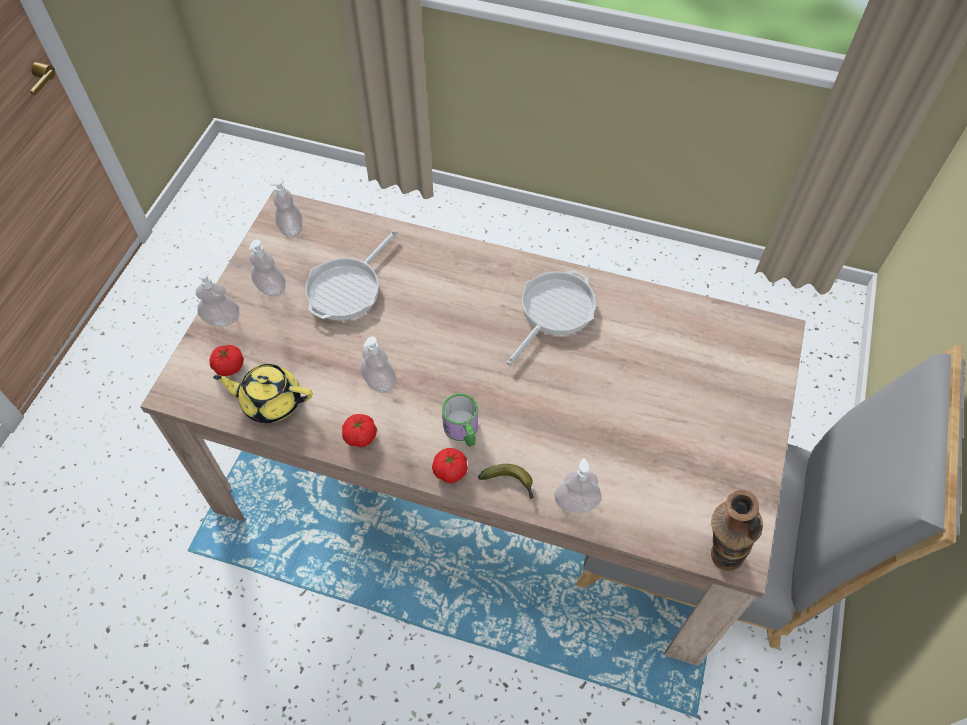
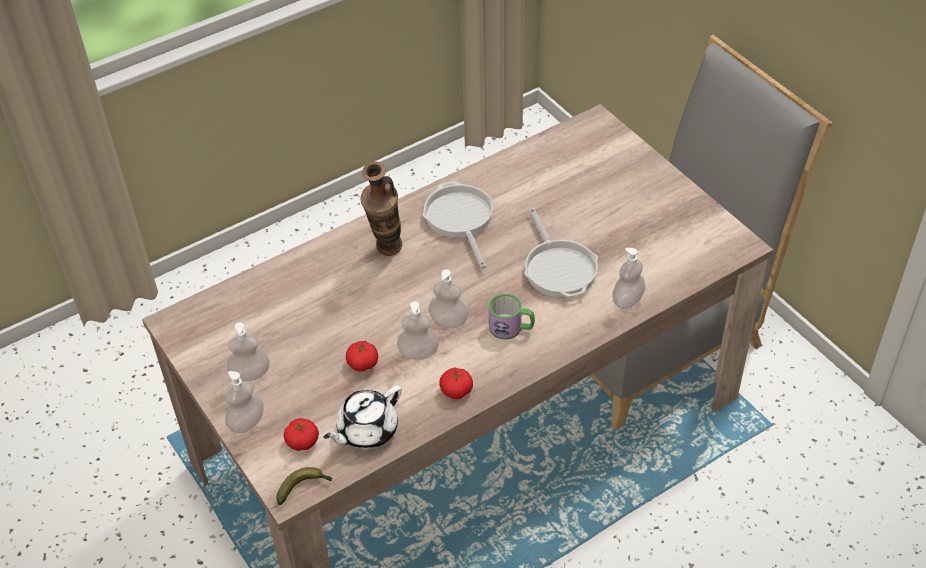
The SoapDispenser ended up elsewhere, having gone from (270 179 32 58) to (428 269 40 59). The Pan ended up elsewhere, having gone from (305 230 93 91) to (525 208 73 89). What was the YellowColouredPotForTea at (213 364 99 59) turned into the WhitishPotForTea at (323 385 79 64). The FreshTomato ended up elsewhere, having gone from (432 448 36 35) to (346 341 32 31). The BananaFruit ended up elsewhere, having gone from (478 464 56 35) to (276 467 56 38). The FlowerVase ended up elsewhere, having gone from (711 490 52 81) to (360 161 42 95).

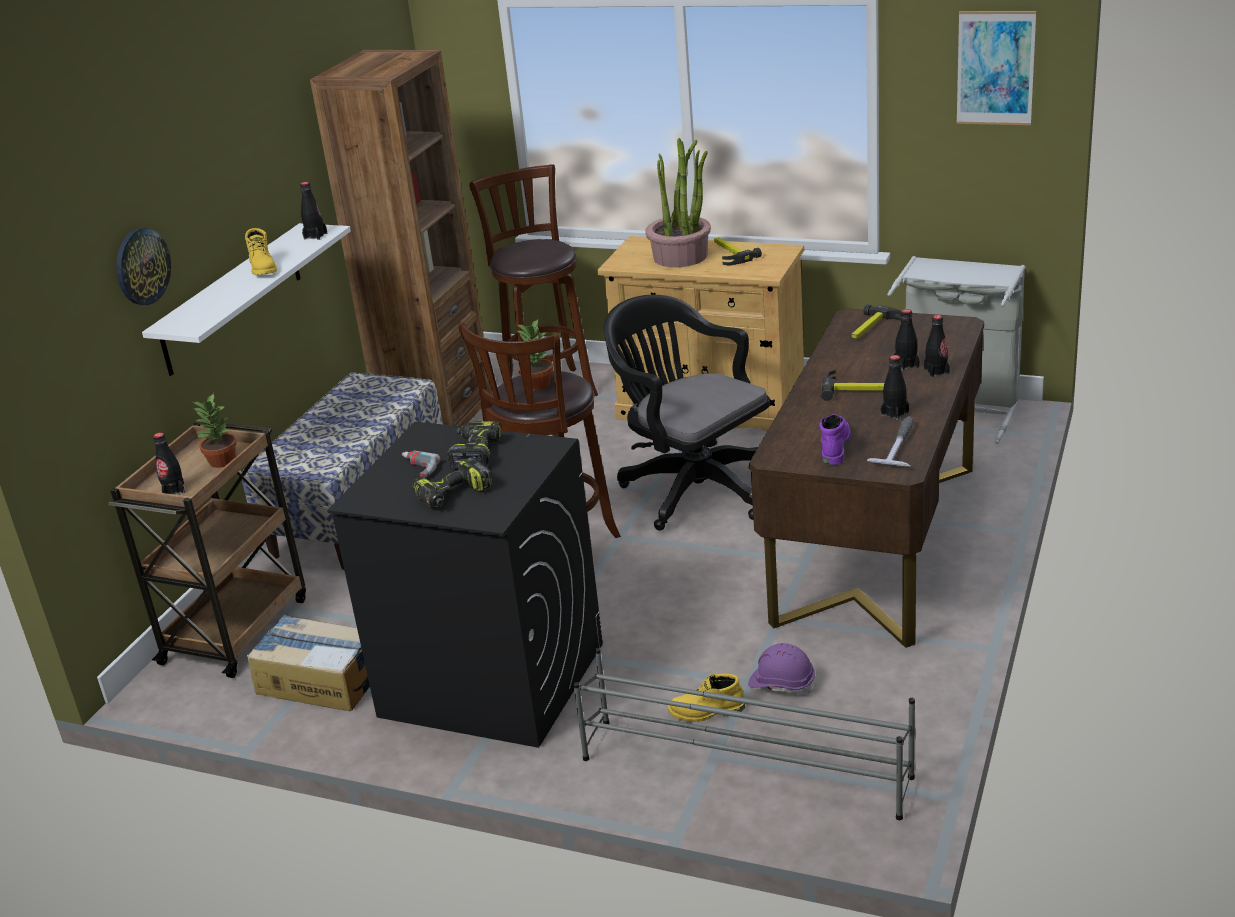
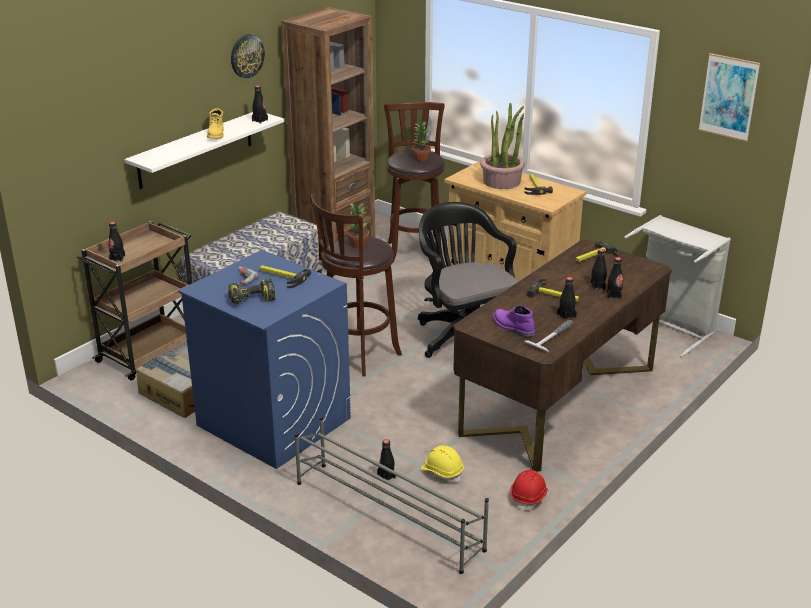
The ClockOnTheWall ended up elsewhere, having gone from (116 228 55 77) to (231 34 34 44). The PlantInAPot ended up elsewhere, having gone from (192 393 45 75) to (412 122 19 39). The PurpleColouredHighTopBoot at (820 414 31 51) ended up facing another way, 75 degrees counterclockwise from before. Where the Drill stood at (447 421 55 48), the HandHammer came to stand at (259 265 52 23). What was the BlackishLaundryMachine at (327 422 276 326) turned into the BluishLaundryMachine at (178 250 173 219). What was the PurpleColouredWorkHelmet at (748 643 68 52) turned into the YellowColouredWorkHelmet at (421 445 43 38). Where the YellowColouredHighTopBoot stood at (668 674 77 48), the BlackishBeverageBottle came to stand at (377 439 19 41). The second view gained the RedColouredWorkHelmet at (511 470 37 42).

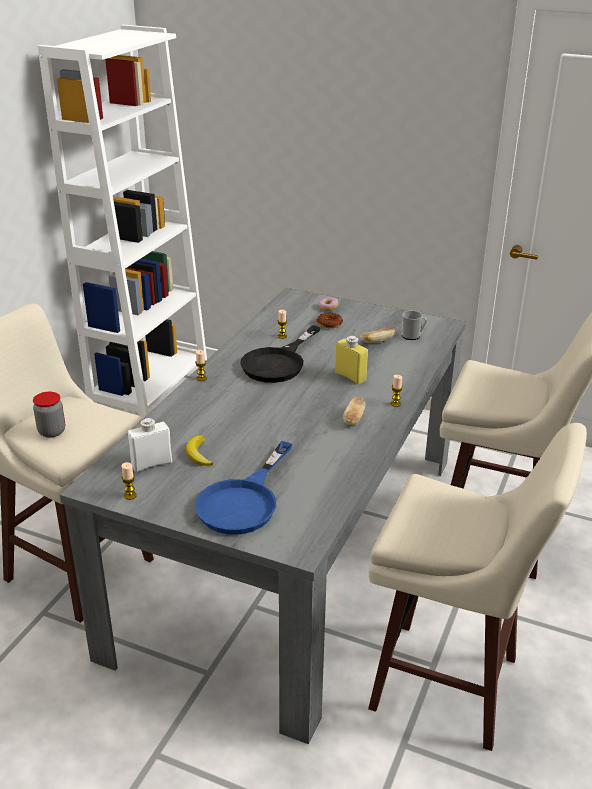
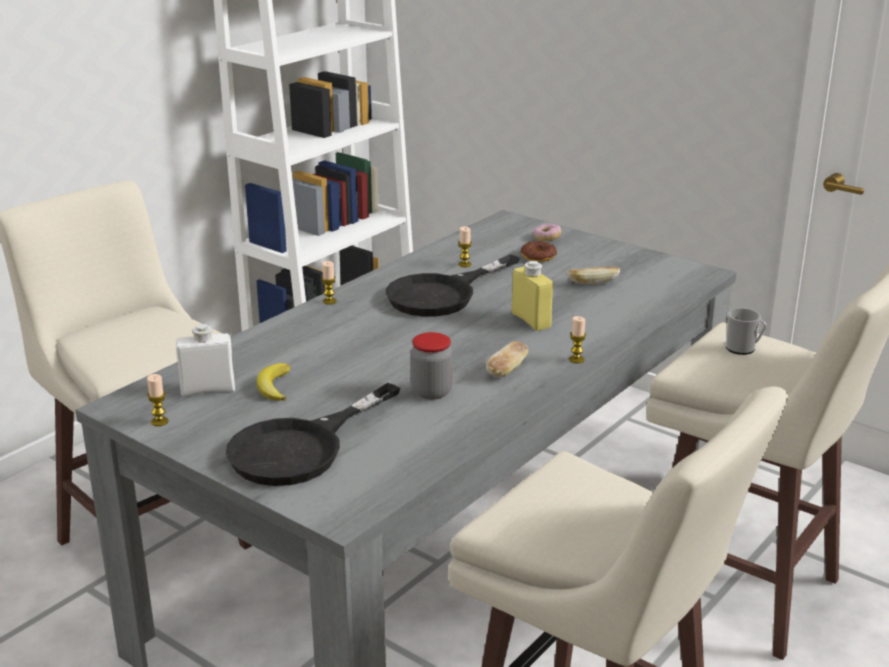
The CoffeeMug ended up elsewhere, having gone from (402 310 25 30) to (725 308 42 47). The PreserveJar ended up elsewhere, having gone from (33 392 32 46) to (411 332 41 68). What was the BluishPan at (195 441 97 94) turned into the BlackishPan at (226 383 174 103).

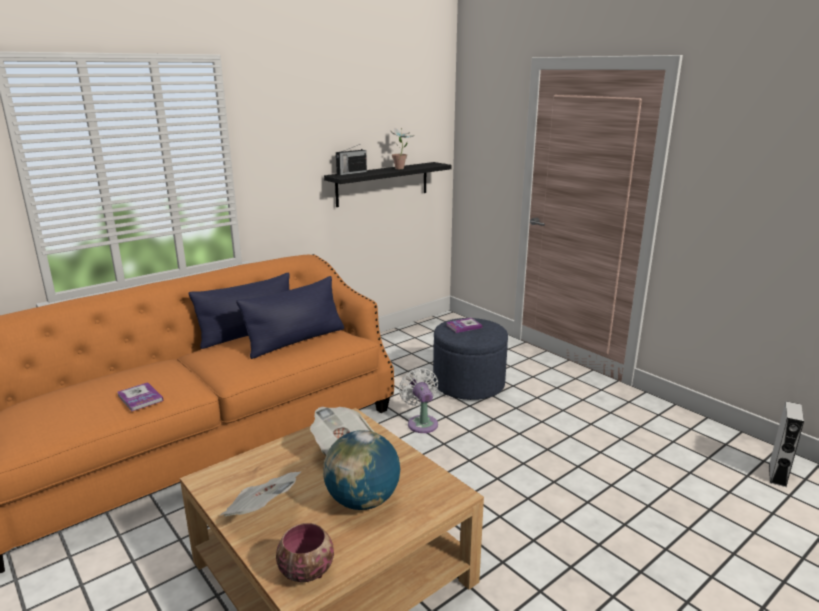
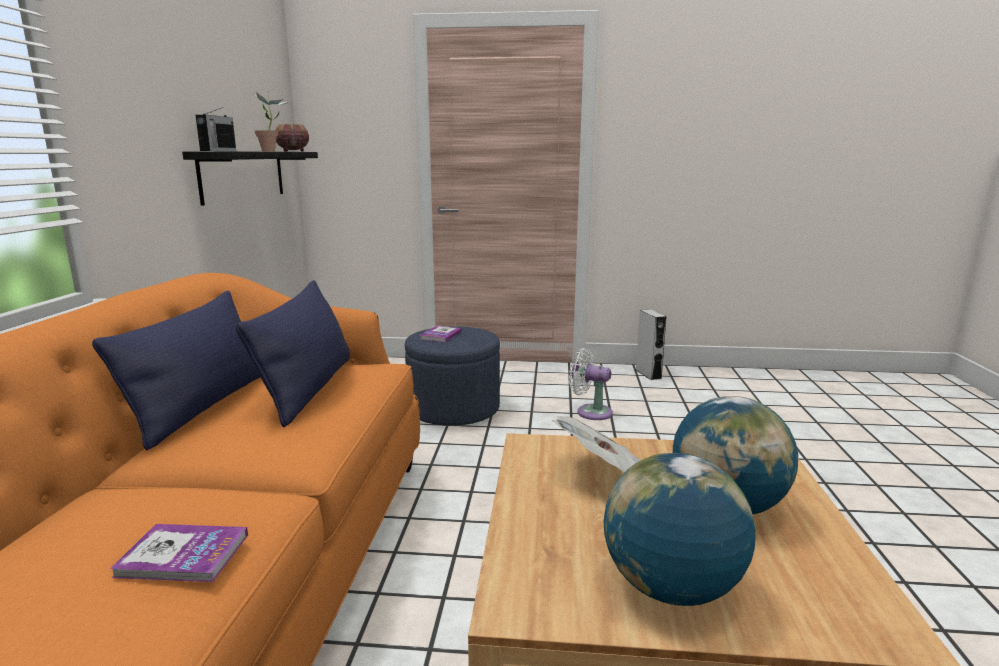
The WhitishFan ended up elsewhere, having gone from (399 368 39 65) to (569 348 44 72). The GreyishSpeaker ended up elsewhere, having gone from (769 401 35 86) to (636 309 30 71). Where the Newspaper stood at (219 471 82 45), the DeskGlobe came to stand at (604 453 152 153). The DeepDish ended up elsewhere, having gone from (276 523 58 59) to (275 124 34 28).

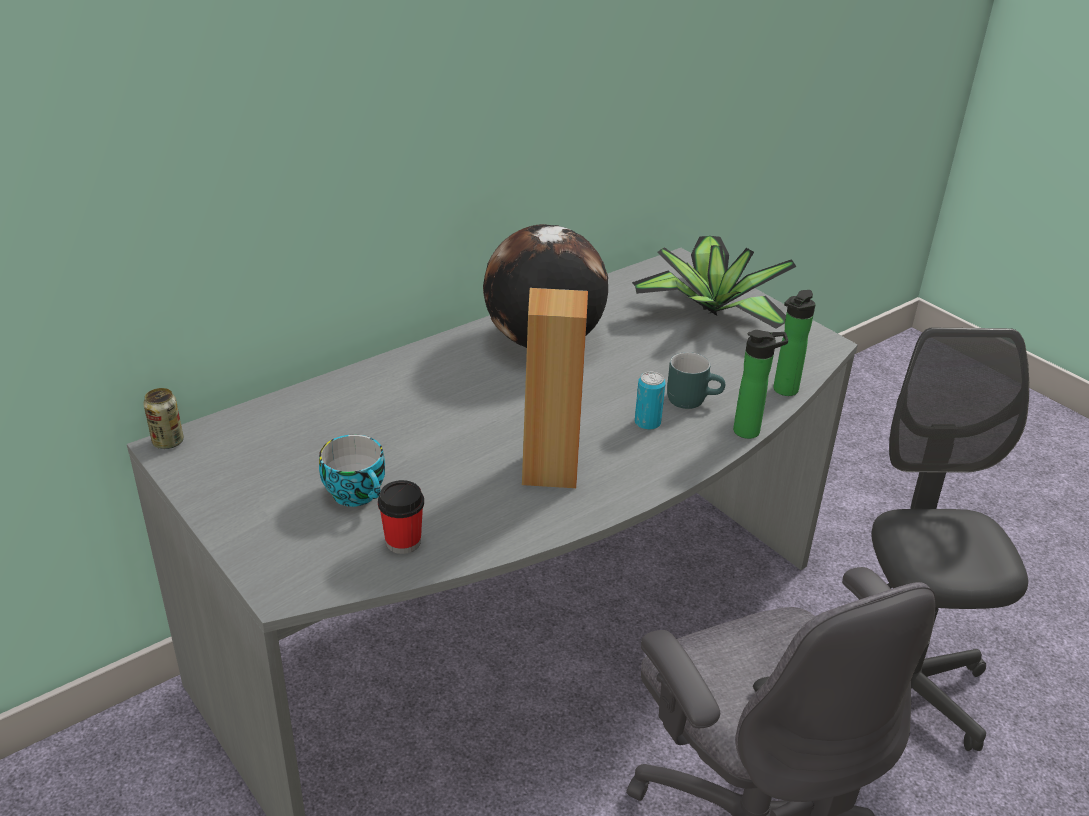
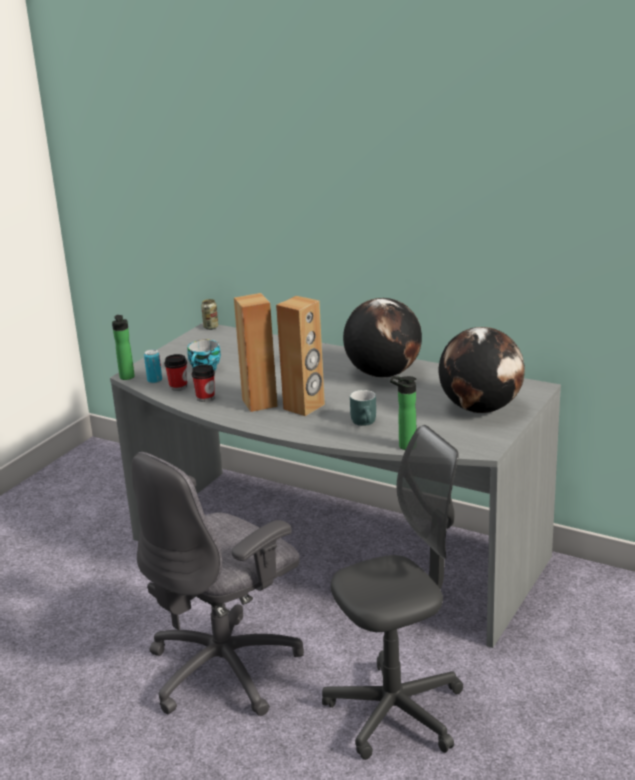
Where the PlantInAPot stood at (632 236 165 93), the DeskGlobe came to stand at (439 327 86 86). The BeverageBottle ended up elsewhere, having gone from (733 330 55 109) to (112 315 23 65). The SealedCan ended up elsewhere, having gone from (635 372 31 58) to (144 349 18 34). The second view gained the BrownishSpeaker at (276 296 49 120). The second view gained the SmallCup at (192 364 23 38).

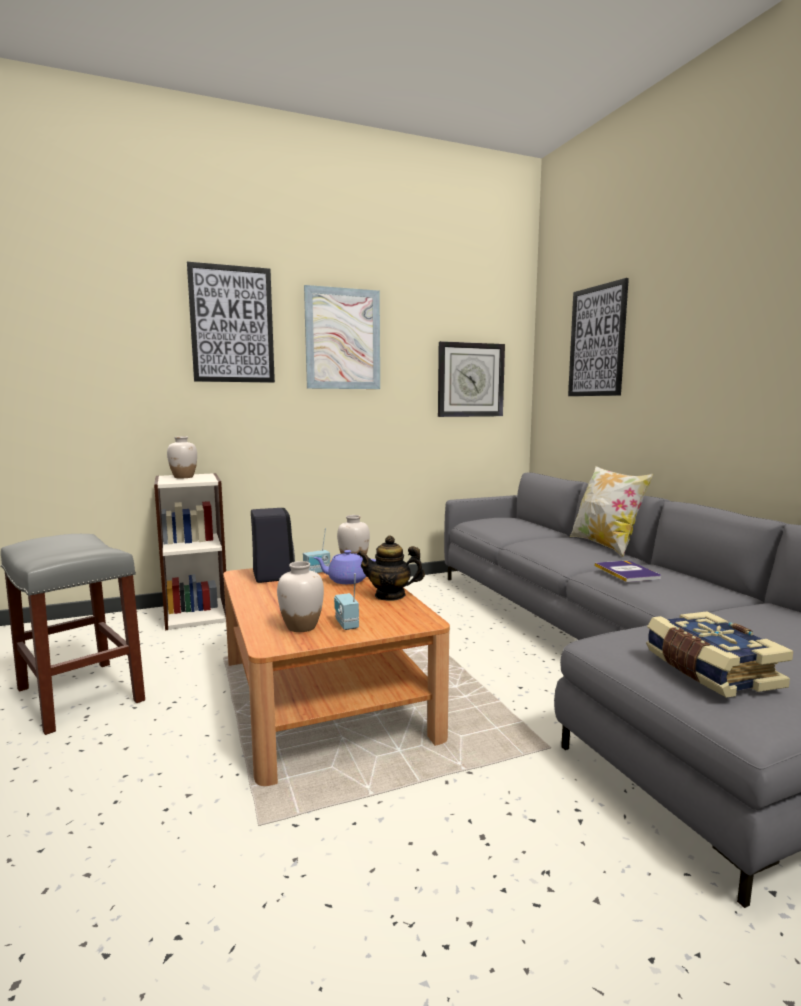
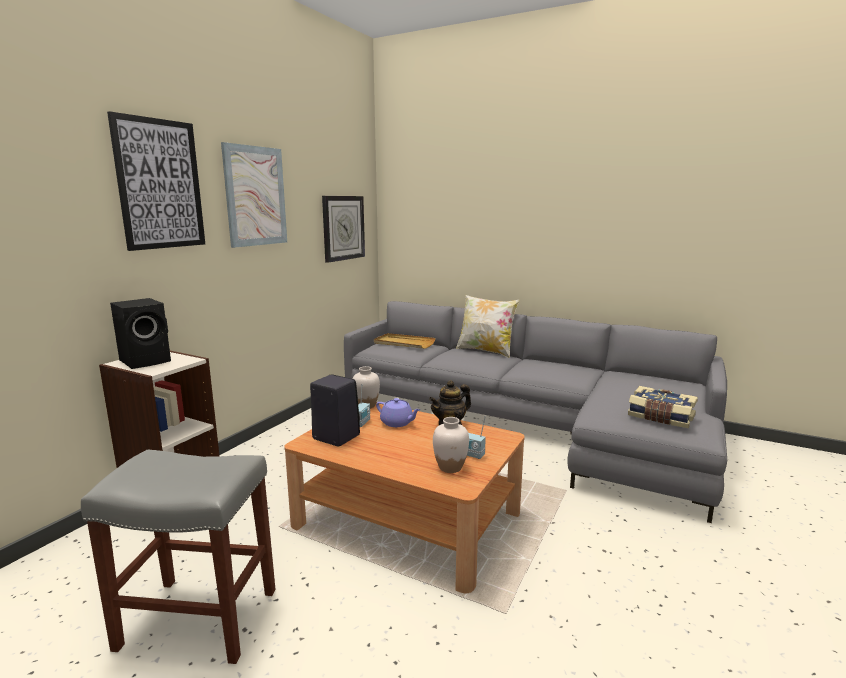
The second view lost the Picture at (568 278 61 118). Where the WhitishFlowerVase stood at (167 436 30 42), the BlackishSpeaker came to stand at (110 298 61 71). The PurpleColouredPotForTea at (313 550 63 34) ended up facing another way, 105 degrees counterclockwise from before. The second view lost the Book at (595 561 66 21). The second view gained the BeigeColouredCarryingTray at (374 333 62 16).

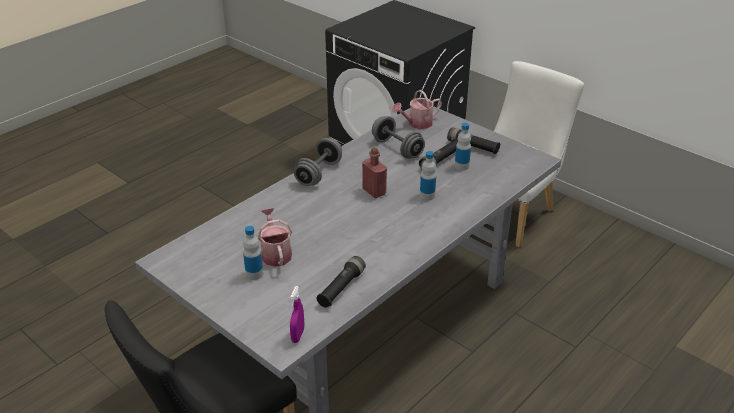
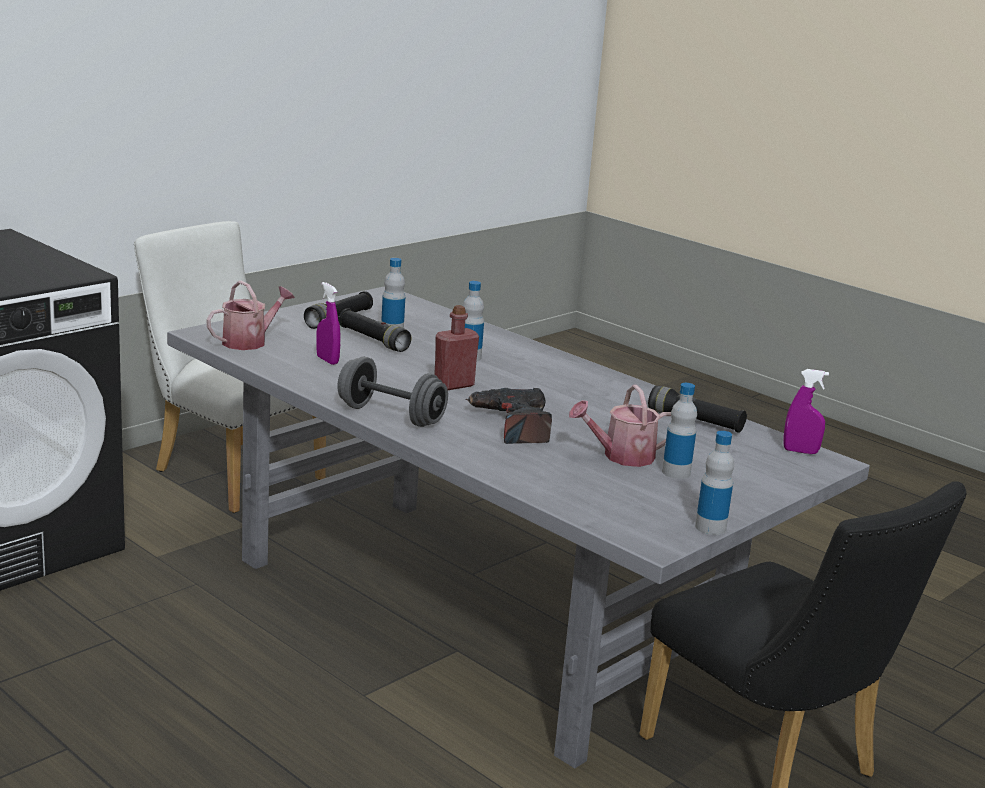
The SprinklingCan at (392 90 50 39) ended up facing another way, 105 degrees counterclockwise from before. Where the GreyishHandWeight stood at (372 116 53 43), the PurpleColouredSprayBottle came to stand at (316 282 25 83). The second view gained the Drill at (466 388 86 56). The second view gained the BeverageBottle at (695 431 39 104).

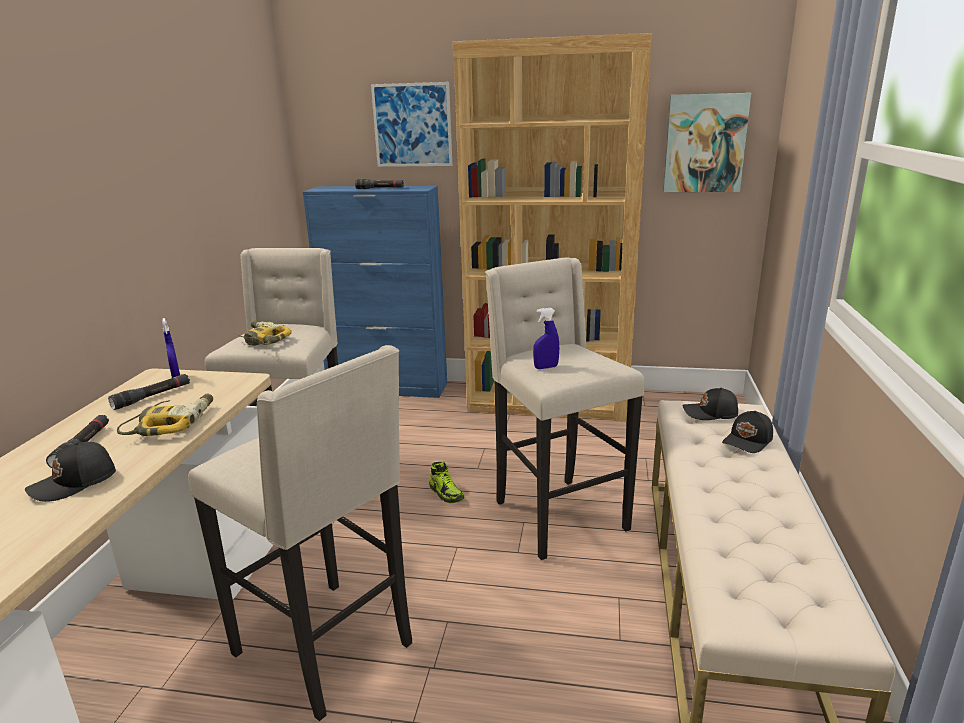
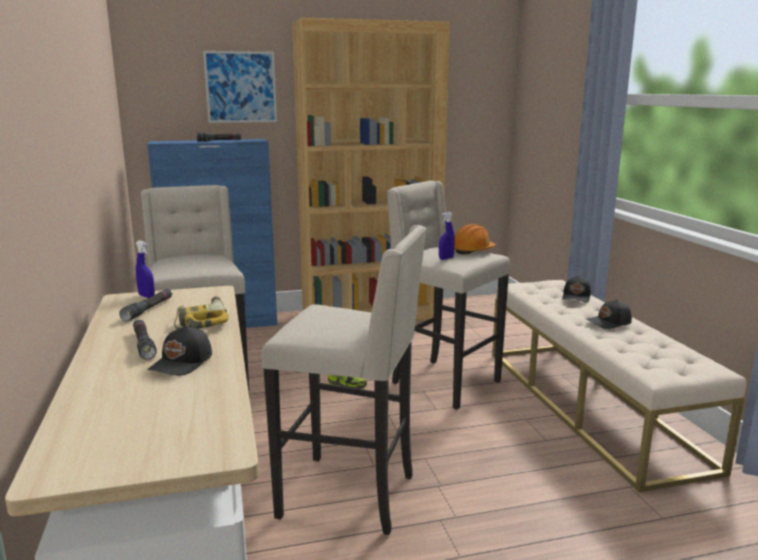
The second view lost the Picture at (663 93 88 99). The second view lost the Drill at (235 320 57 26). The BlackishPeakedCap ended up elsewhere, having gone from (683 388 55 32) to (586 300 46 29). The second view gained the OrangeWorkHelmet at (454 224 42 31).

